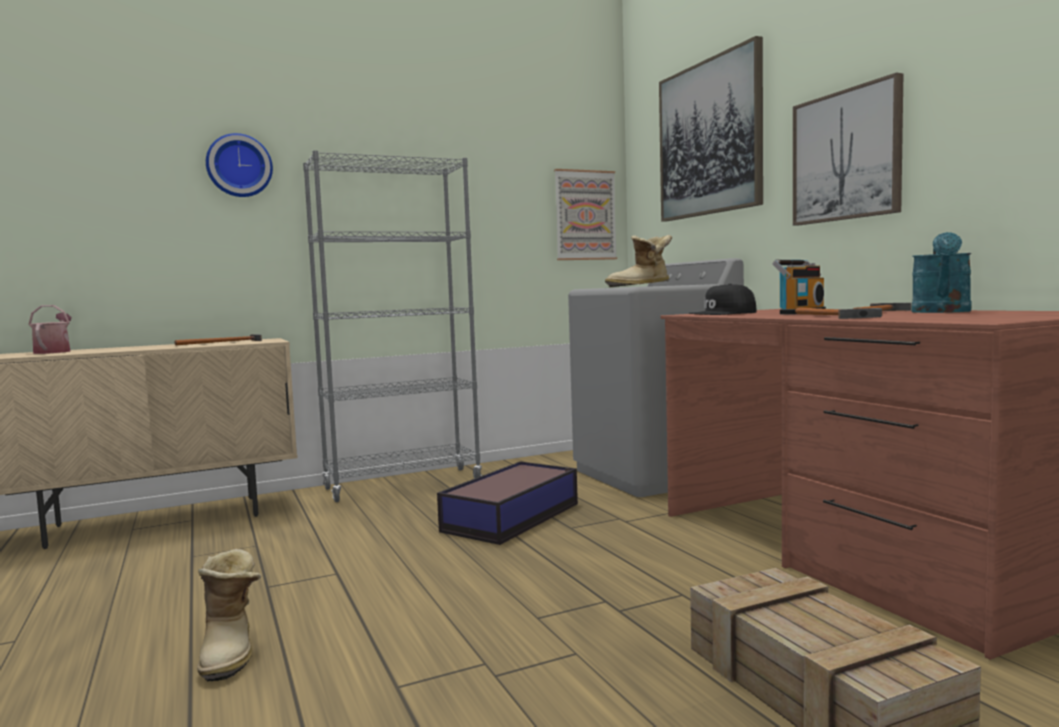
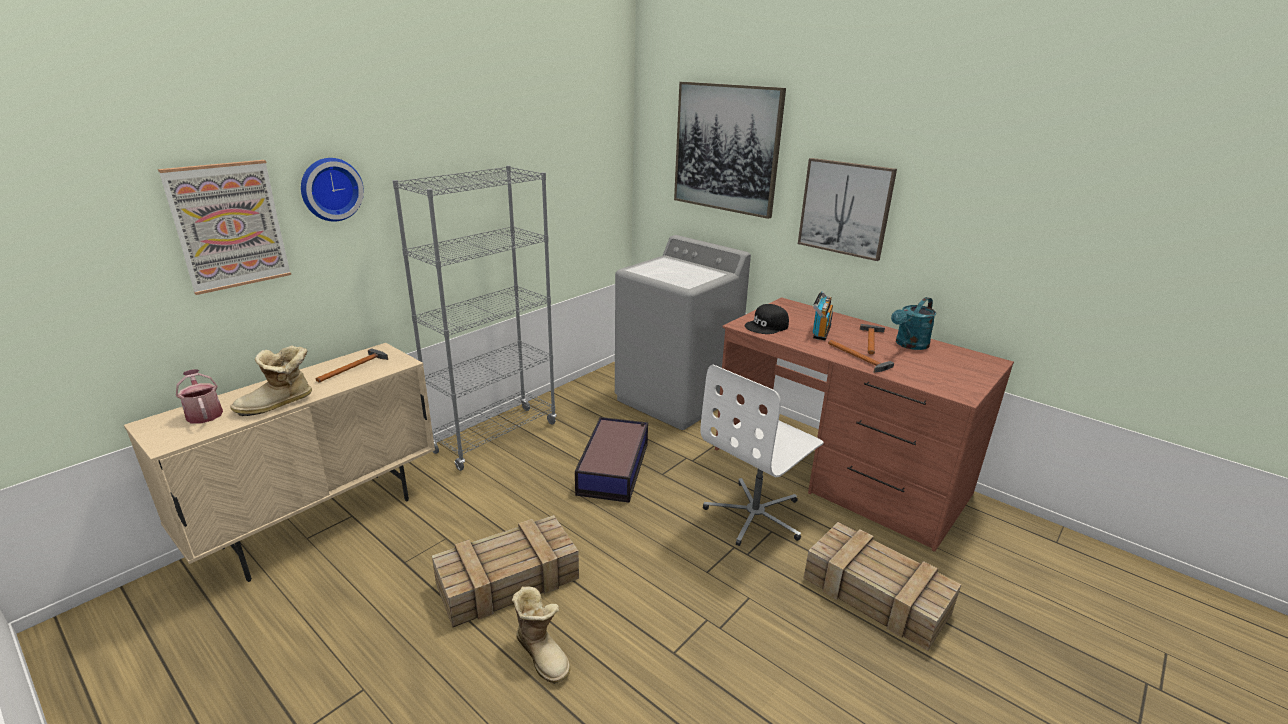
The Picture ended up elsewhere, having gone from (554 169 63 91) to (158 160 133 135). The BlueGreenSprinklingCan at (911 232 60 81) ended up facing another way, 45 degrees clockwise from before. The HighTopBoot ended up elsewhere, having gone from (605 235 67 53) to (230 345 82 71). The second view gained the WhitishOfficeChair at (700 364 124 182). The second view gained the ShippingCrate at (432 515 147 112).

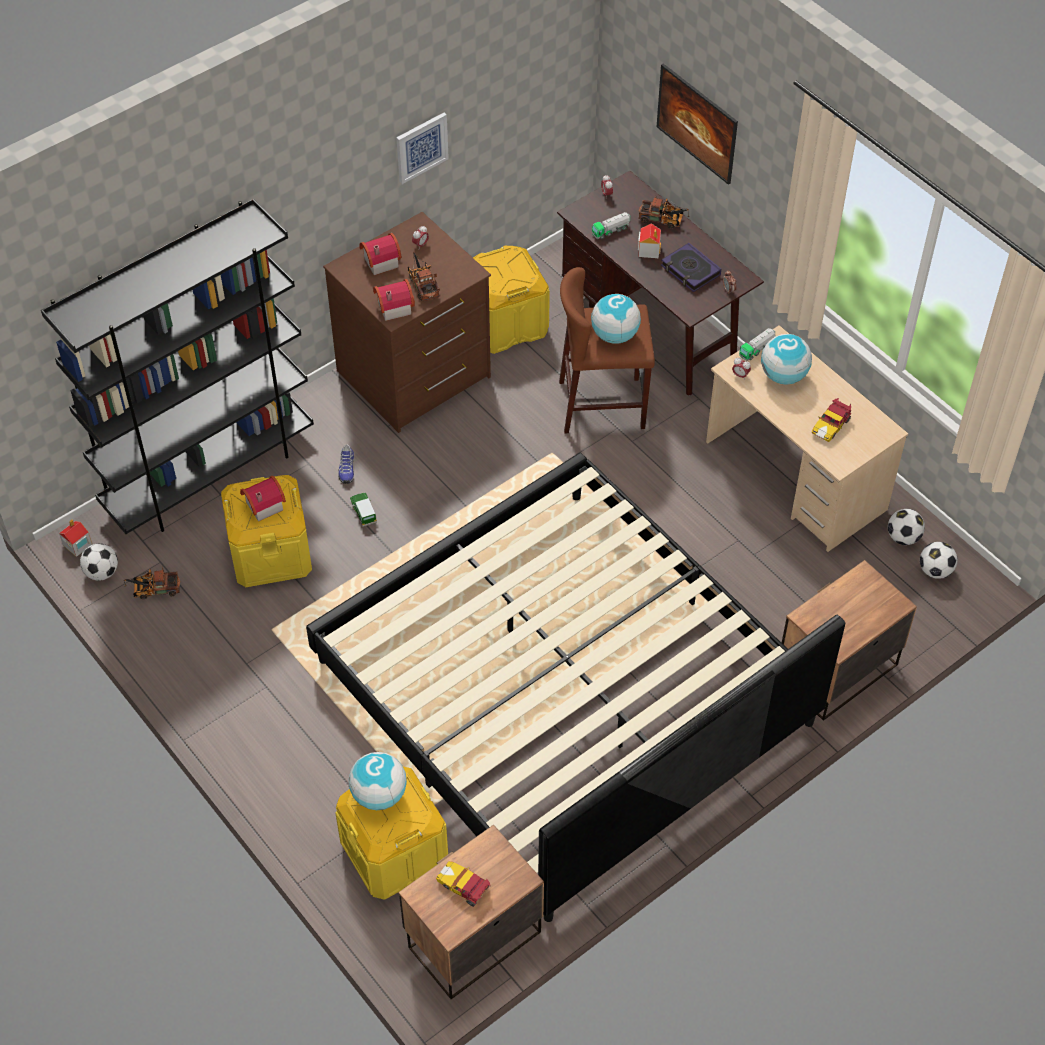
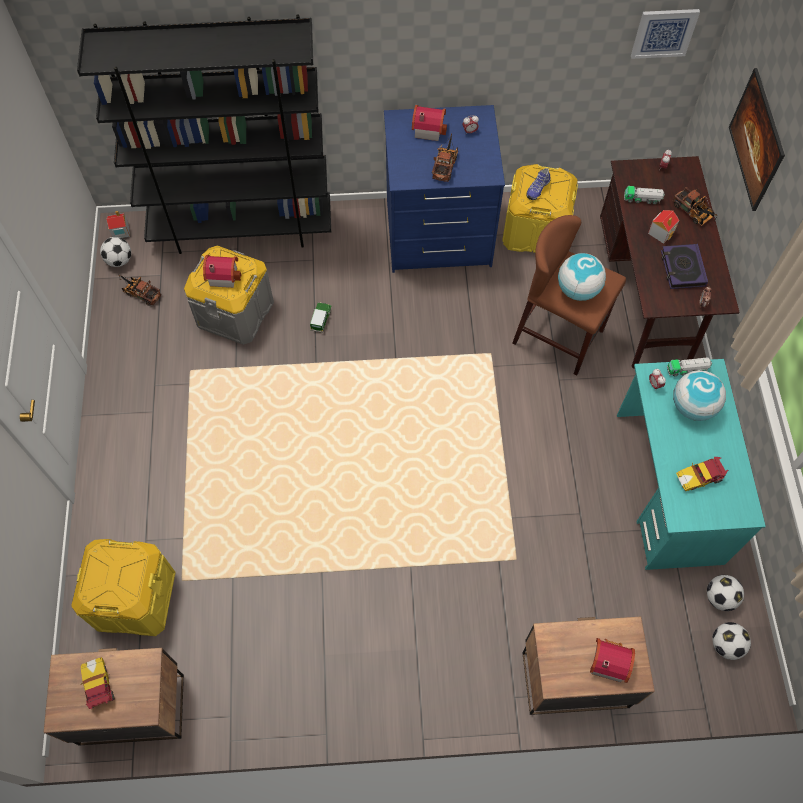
The Picture ended up elsewhere, having gone from (396 113 53 71) to (631 9 69 50). What was the BrownishChestOfDrawers at (323 212 168 221) turned into the BluishChestOfDrawers at (384 105 121 168). The ModelHouse ended up elsewhere, having gone from (373 279 42 42) to (590 638 45 45). What was the BeigeColouredDeskTable at (706 325 203 227) turned into the BlueGreenDeskTable at (617 359 149 211). The ItemOfFootwear ended up elsewhere, having gone from (338 444 16 40) to (527 168 24 32). The second view lost the BedroomBed at (306 453 539 469). What was the YellowColouredStorageBin at (221 475 91 112) turned into the GreyishStorageBin at (184 246 90 99). The second view lost the DeskGlobe at (349 752 58 58).

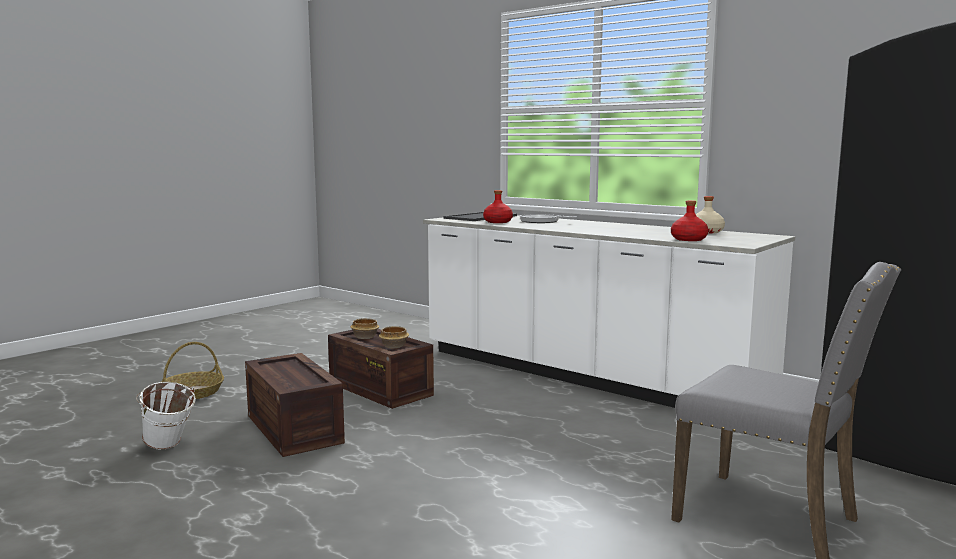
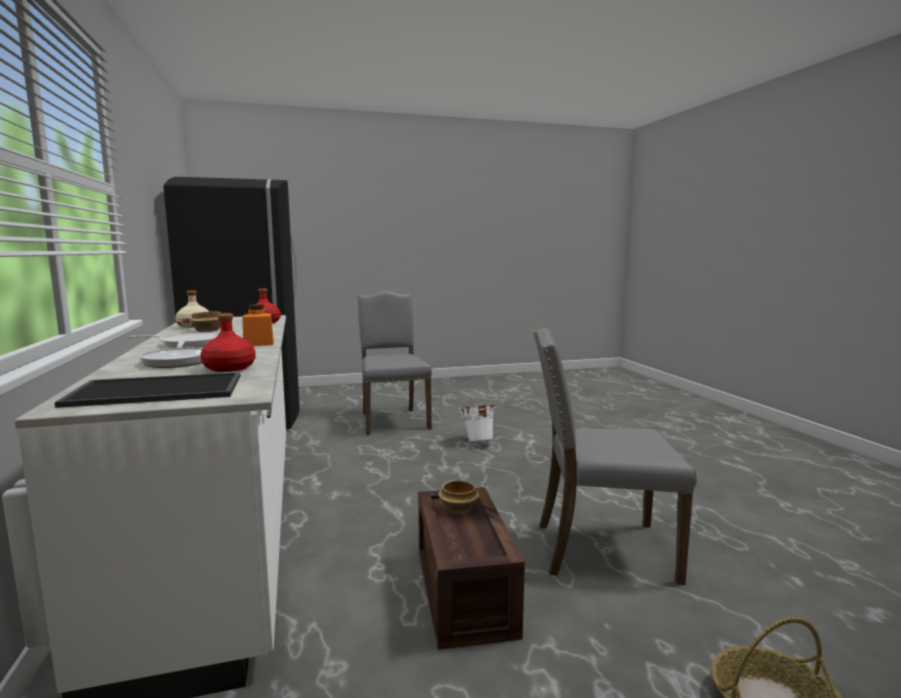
The DeepDish ended up elsewhere, having gone from (350 318 29 21) to (189 311 32 21). Where the ShippingCrate stood at (245 353 100 104), the GreyishPlainChair came to stand at (533 328 164 257). The WhitishPail ended up elsewhere, having gone from (136 382 60 68) to (460 404 36 38). The second view gained the OrangePreserveJar at (243 304 31 42). The second view gained the Pan at (128 332 91 16).

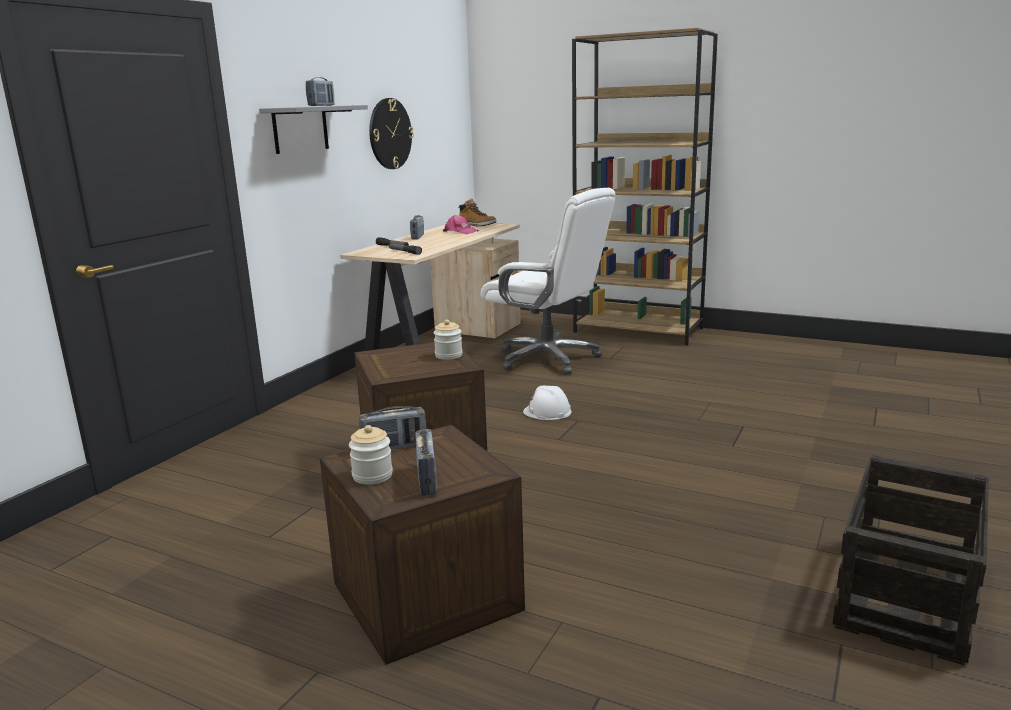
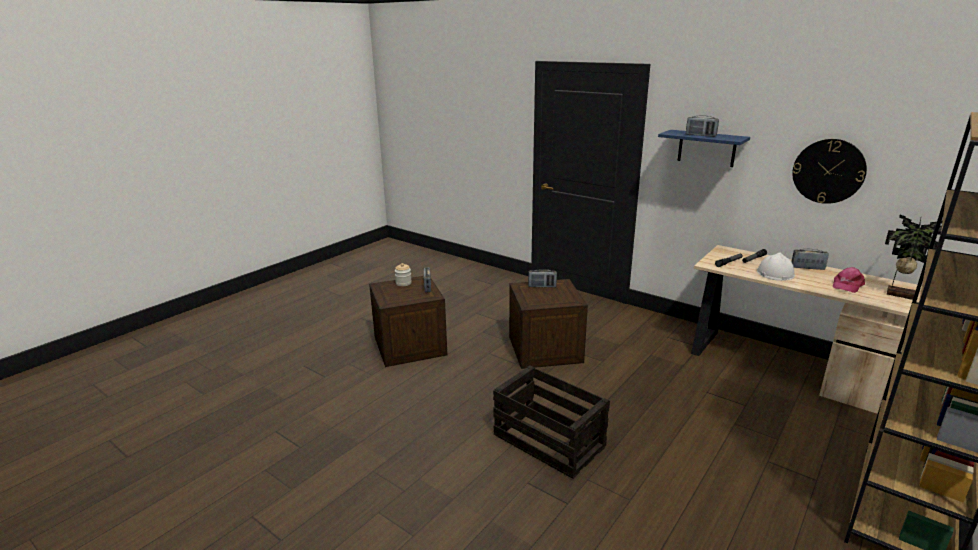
What was the GreyishBracketShelf at (259 105 109 49) turned into the BluishBracketShelf at (658 130 92 37). The second view lost the WhitishOfficeChair at (481 188 134 187). Where the HighTopBoot stood at (458 198 39 29), the PlantInAPot came to stand at (885 215 58 85). The second view lost the PreserveJar at (434 320 28 40). The WhitishWorkHelmet ended up elsewhere, having gone from (523 386 48 34) to (757 253 38 28). The RadioReceiver ended up elsewhere, having gone from (415 429 22 67) to (528 269 29 19). The ShippingCrate ended up elsewhere, having gone from (833 455 156 210) to (493 366 117 113).

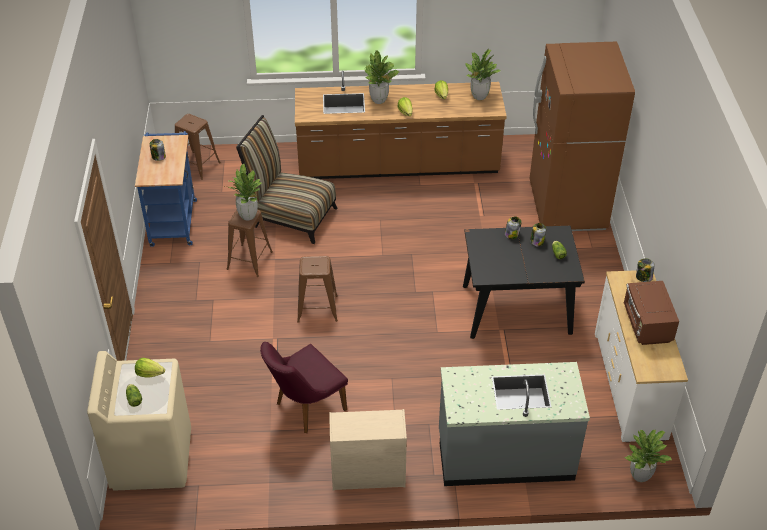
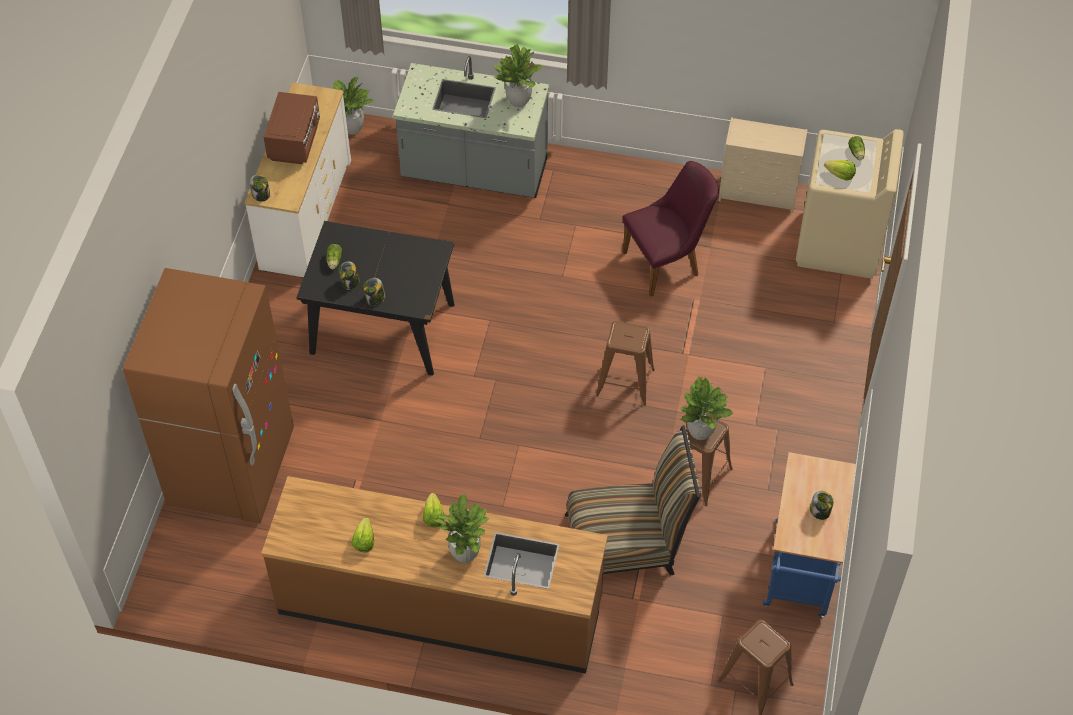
The PlantInAPot ended up elsewhere, having gone from (465 48 36 52) to (494 44 49 63). The PlainChair at (236 115 102 129) ended up facing another way, 45 degrees counterclockwise from before. The BeigeColouredChestOfDrawers ended up elsewhere, having gone from (329 409 78 82) to (719 118 89 95).

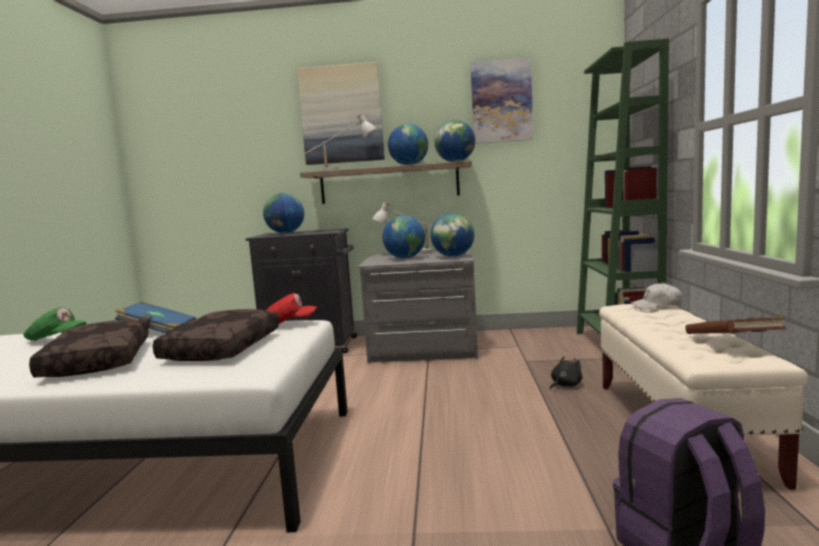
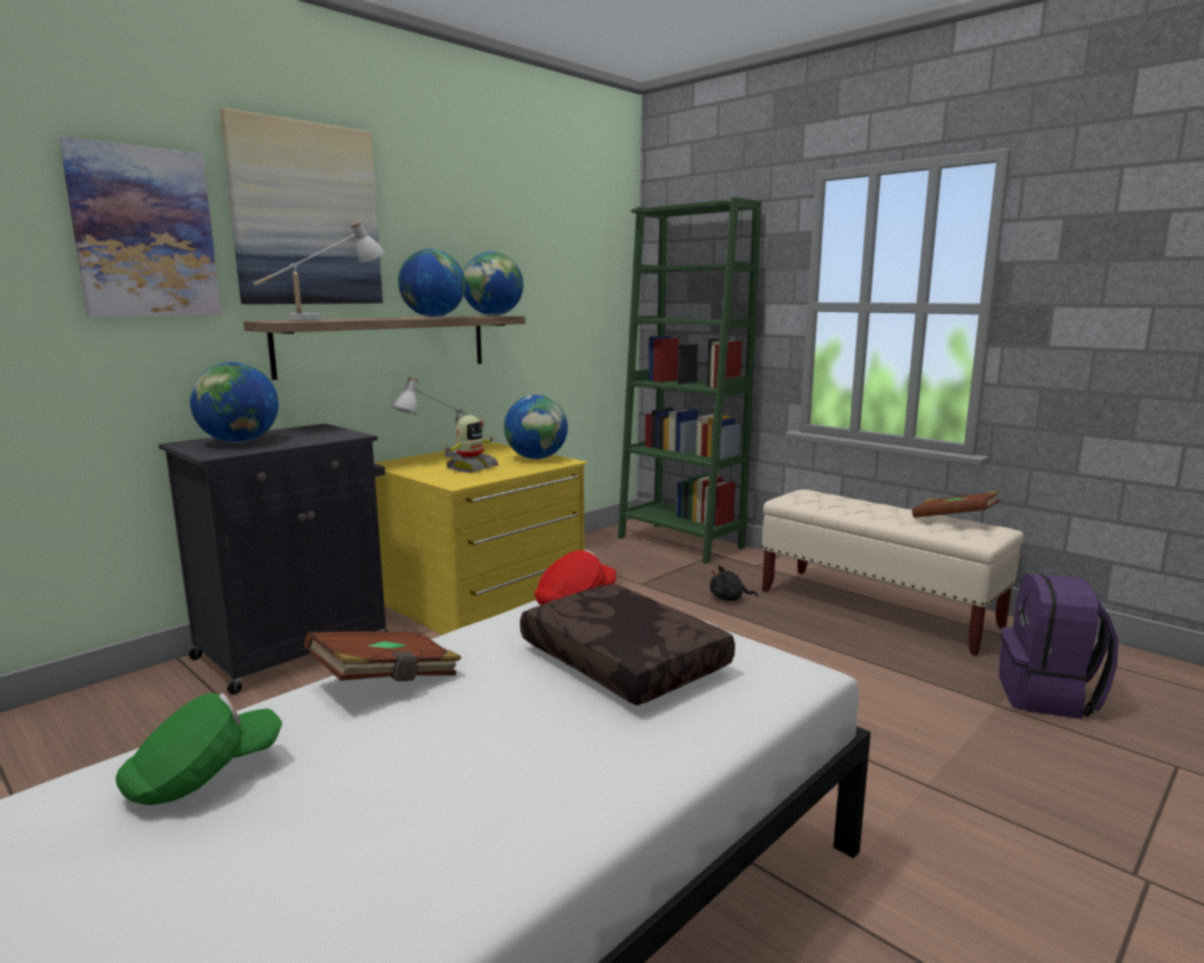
The Picture ended up elsewhere, having gone from (470 57 63 87) to (59 136 162 181). Where the DeskGlobe stood at (382 215 43 44), the ToyRobot came to stand at (442 415 57 58). What was the GreyishChestOfDrawers at (358 250 120 113) turned into the YellowColouredChestOfDrawers at (374 442 213 193). The second view lost the WhitishPeakedCap at (631 283 51 26). What was the BluishBook at (115 302 81 31) turned into the BrownishBook at (304 631 158 50). The second view lost the BrownishCushion at (29 320 120 57). The BlackishSoftToy at (550 356 32 34) ended up facing another way, 90 degrees counterclockwise from before.

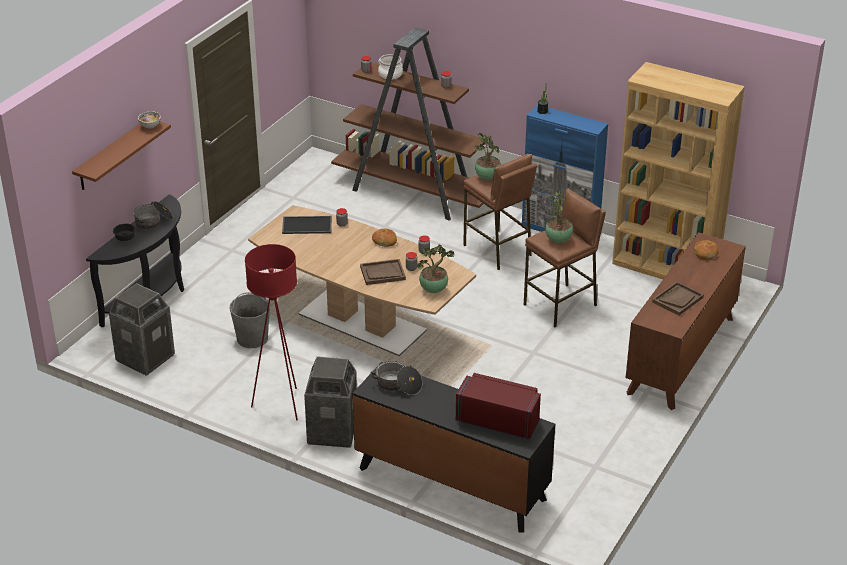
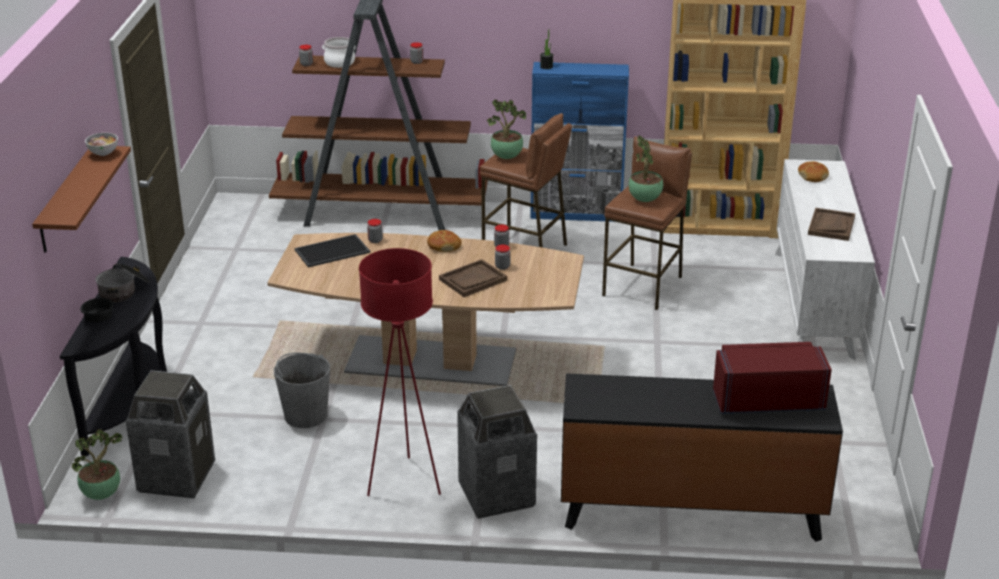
What was the BrownishChestOfDrawers at (626 232 120 178) turned into the WhitishChestOfDrawers at (775 159 100 201). The PlantInAPot ended up elsewhere, having gone from (417 245 37 48) to (72 429 51 71). The second view lost the Stockpot at (370 361 52 34).

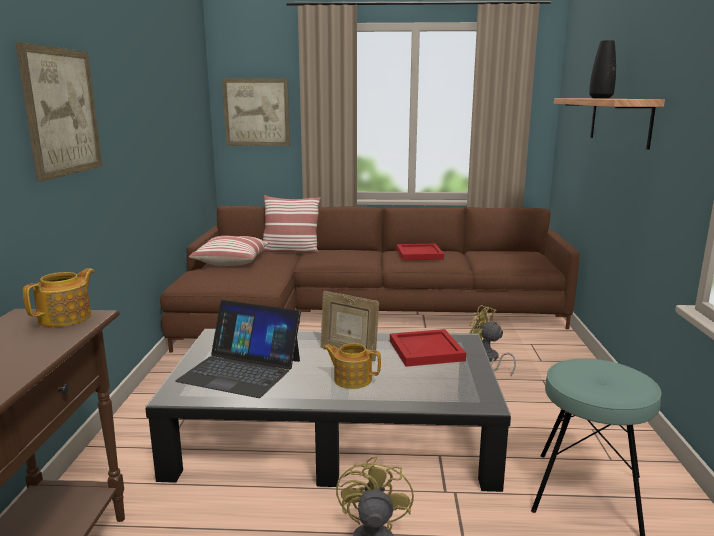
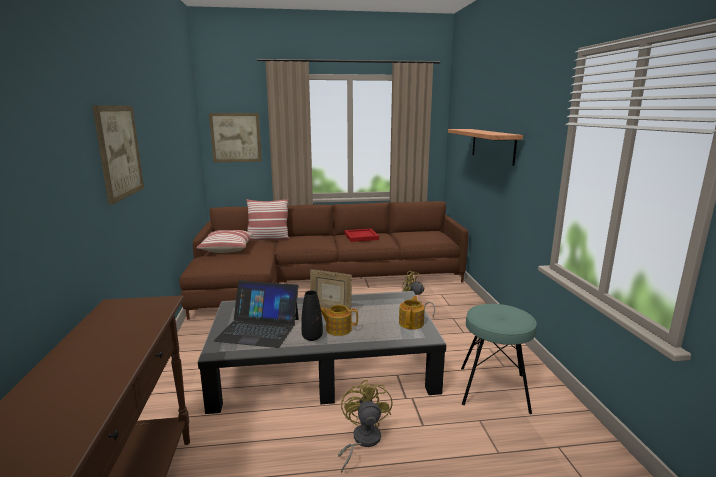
The BlackishFlowerVase ended up elsewhere, having gone from (589 40 27 58) to (301 290 22 51). The PotForTea ended up elsewhere, having gone from (23 268 71 59) to (399 296 26 33). The second view lost the RedColouredCarryingTray at (390 329 76 38).

